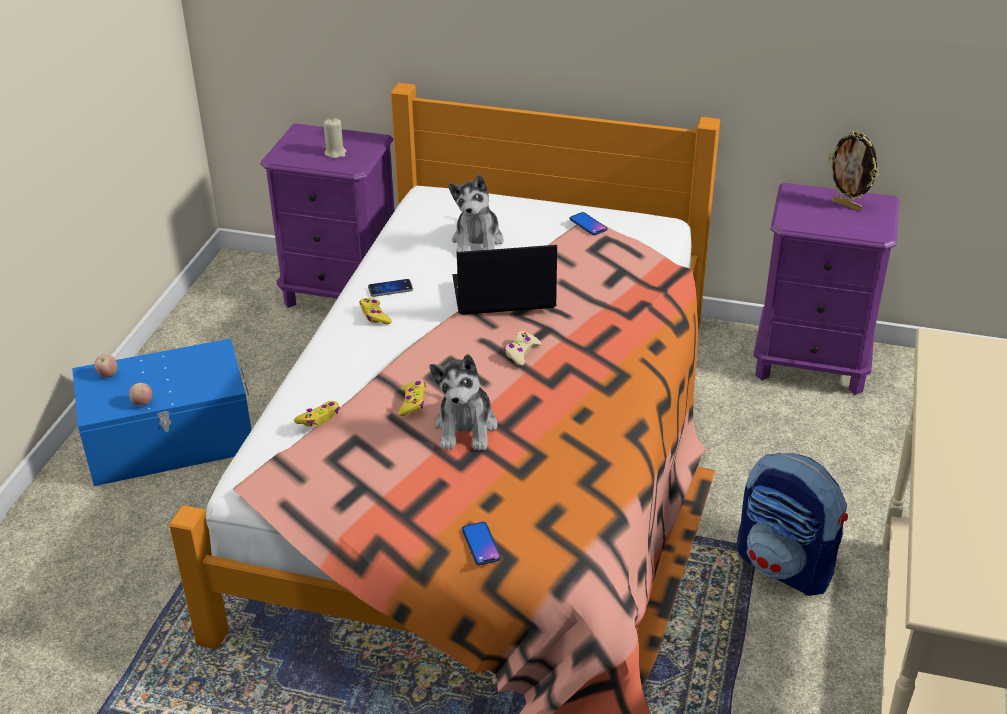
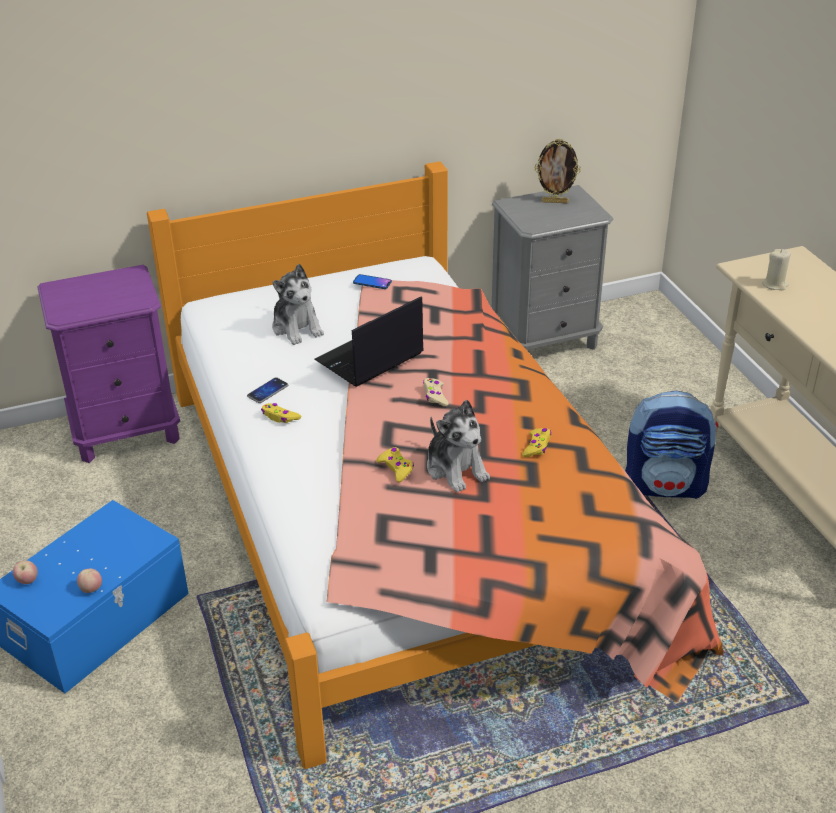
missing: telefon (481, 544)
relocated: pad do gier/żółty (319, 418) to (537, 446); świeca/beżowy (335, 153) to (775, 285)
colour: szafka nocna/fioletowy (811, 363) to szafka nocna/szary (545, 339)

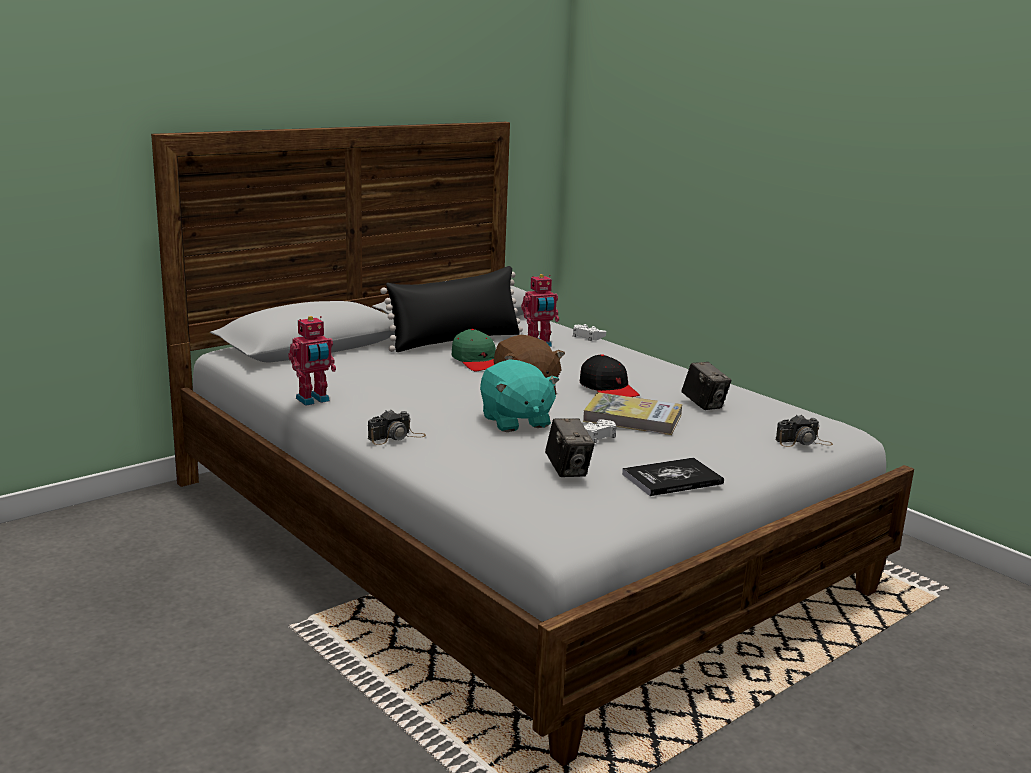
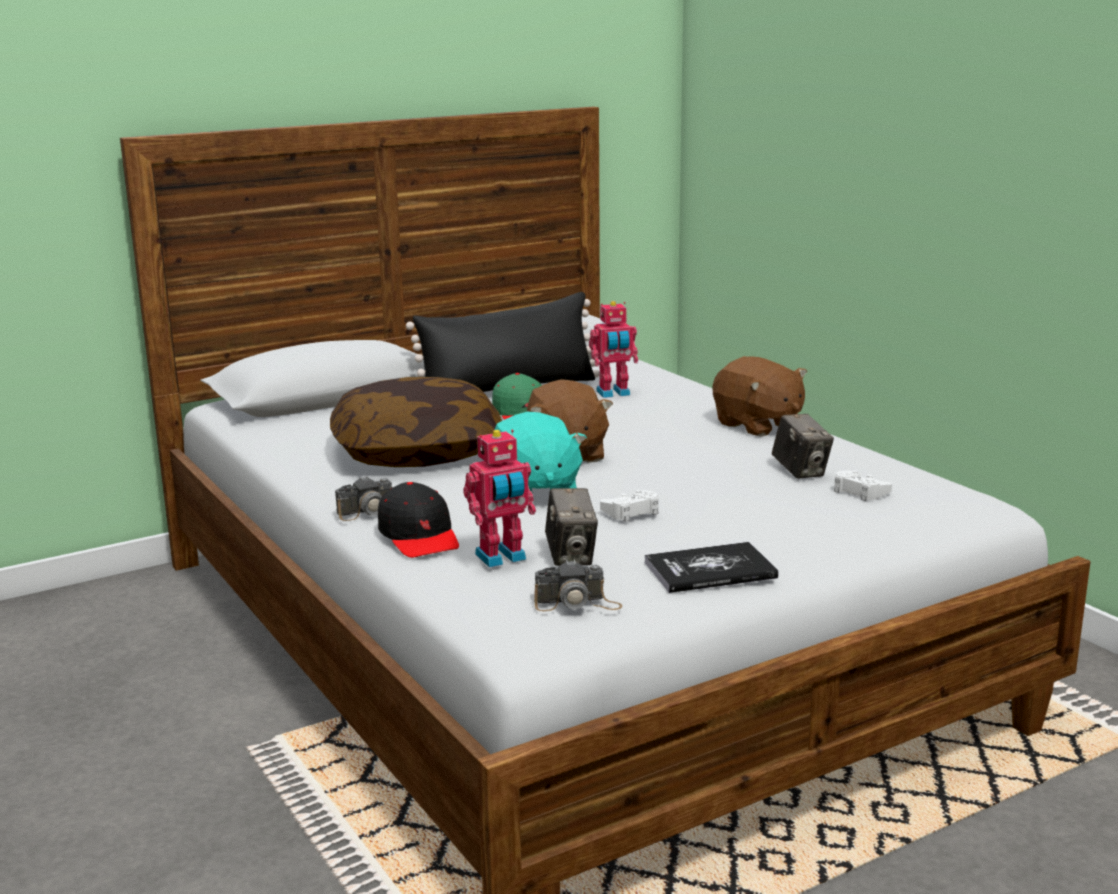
missing: książka (632, 418)
appeared: poduszka (417, 452); pluszak/brązowy (757, 425)
relocated: czapka z daszkiem/czarny (608, 389) to (419, 536); robot zabawkowy (313, 400) to (502, 558); aparat fotograficzny (803, 442) to (577, 603); pad do gier/biały (587, 336) to (859, 491)

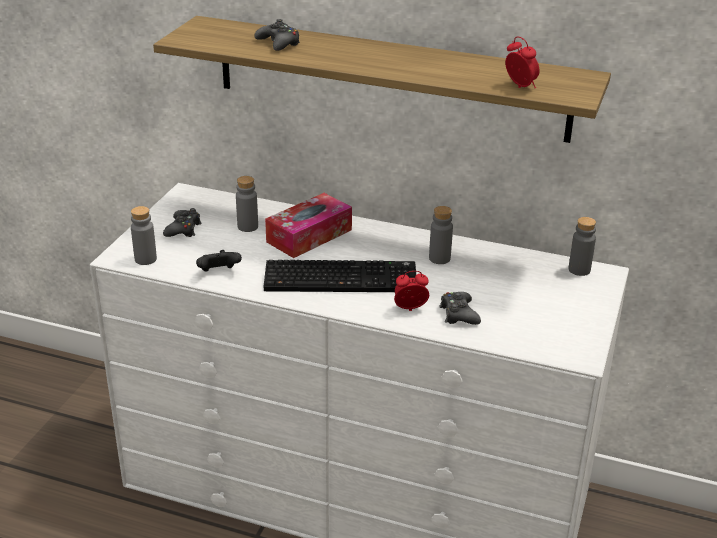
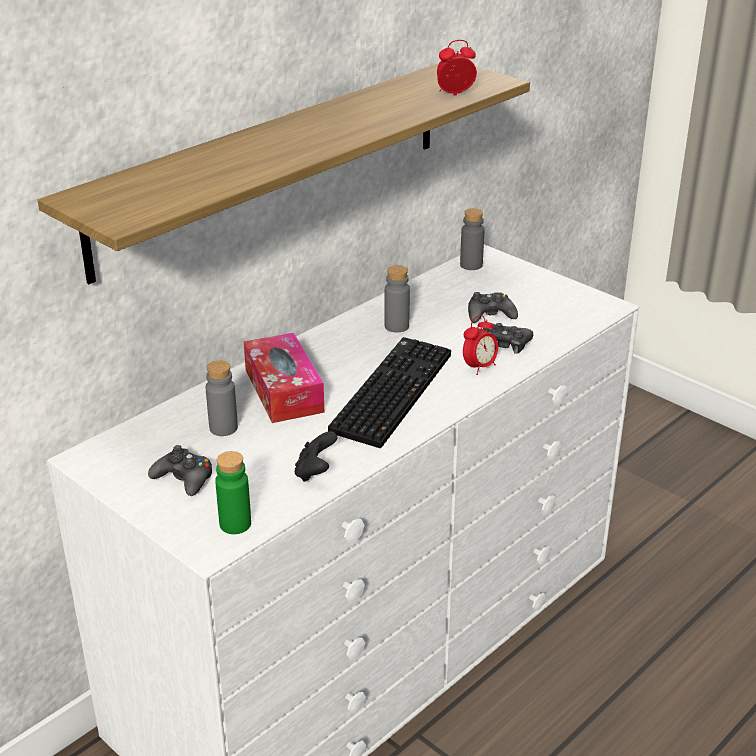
relocated: pad do gier/czarny (278, 43) to (490, 315)
colour: butelka/szary (145, 259) to butelka/zielony (235, 524)
spun: budzik (410, 309) = (479, 367) 150 degrees counterclockwise

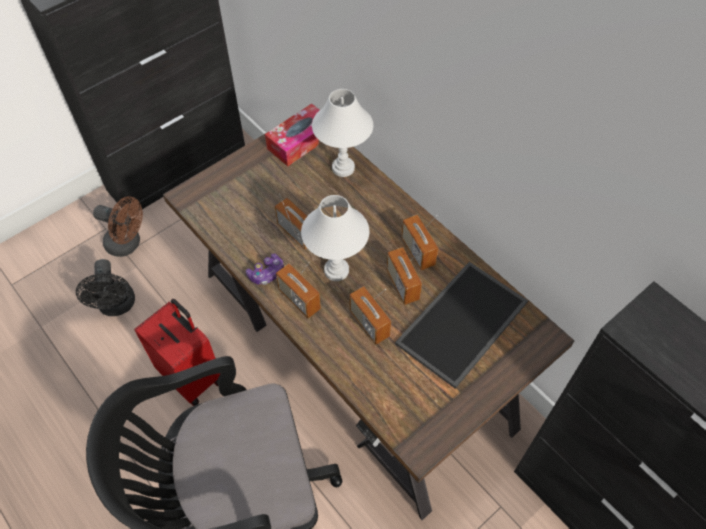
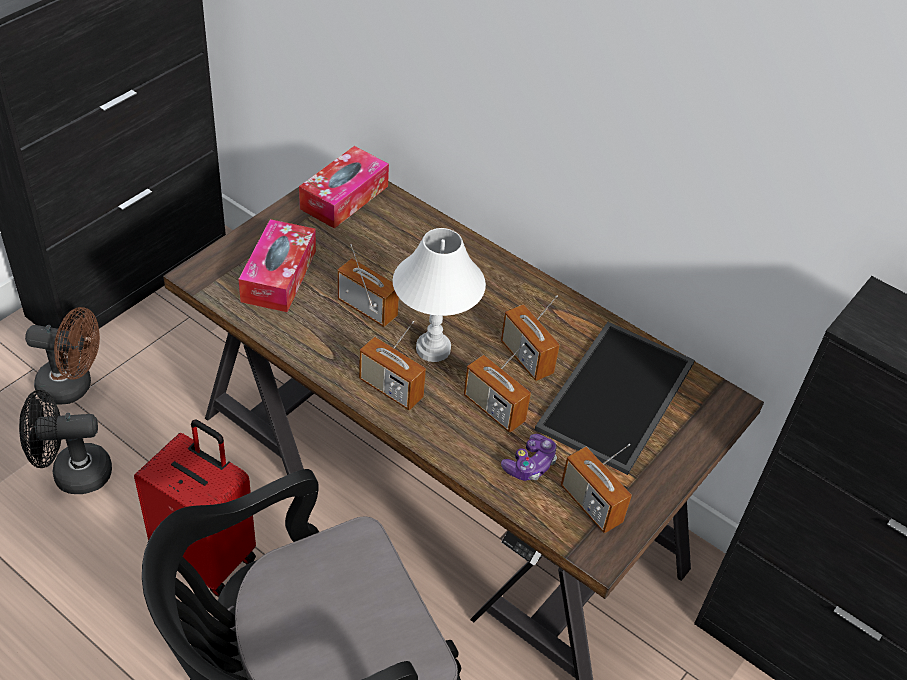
missing: lampa stołowa/biały (343, 168)
appeared: pudełko chusteczek (279, 276)
relocated: pad do gier (267, 273) to (530, 464); radio (417, 251) to (591, 504)
spun: wentylator/czarny (117, 306) = (72, 473) 105 degrees clockwise

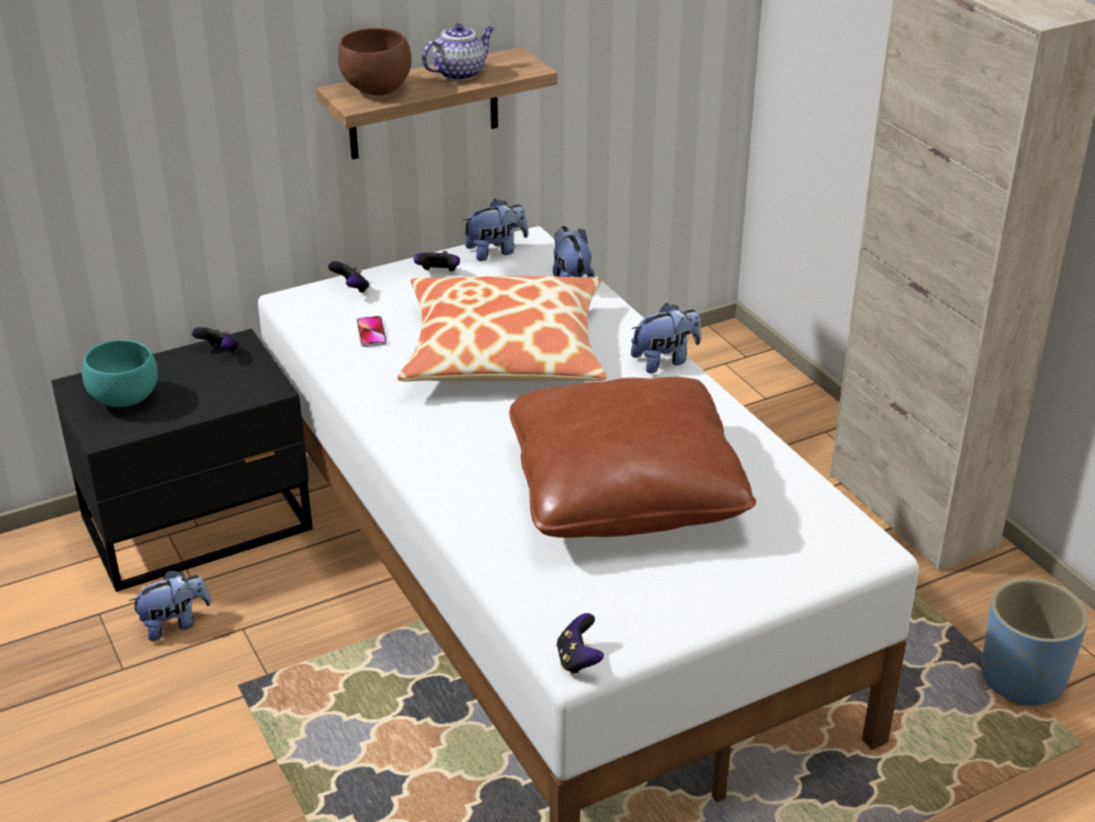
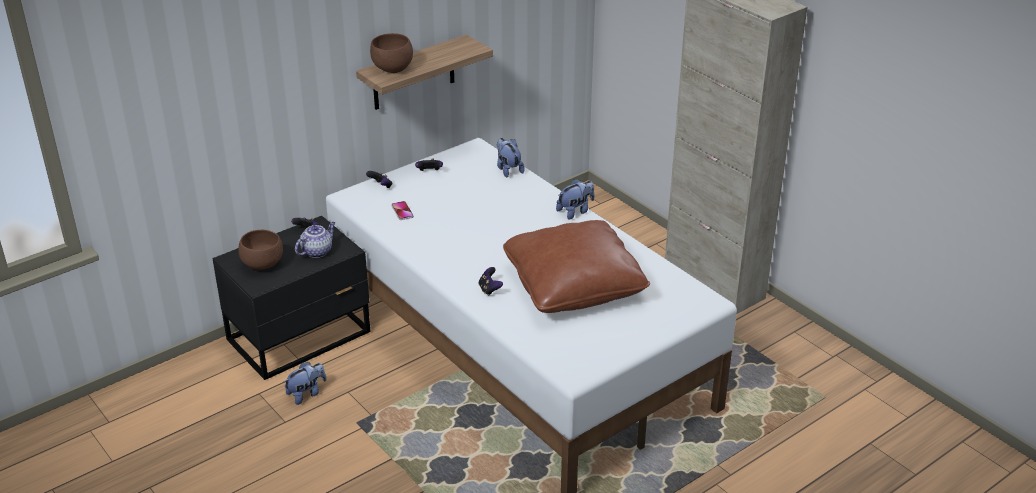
missing: poduszka (504, 352); pluszak (496, 251); donica/niebieski (1021, 678)
relocated: imbryk (460, 73) to (317, 251); pad do gier (578, 660) to (489, 289)
colour: miska/turkusowy (126, 399) to miska/brązowy (263, 264)

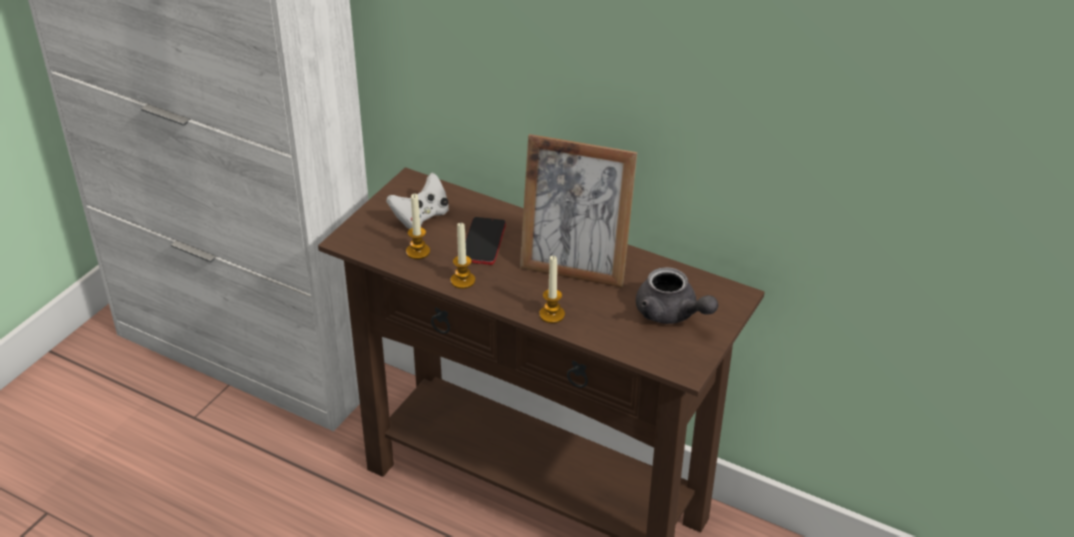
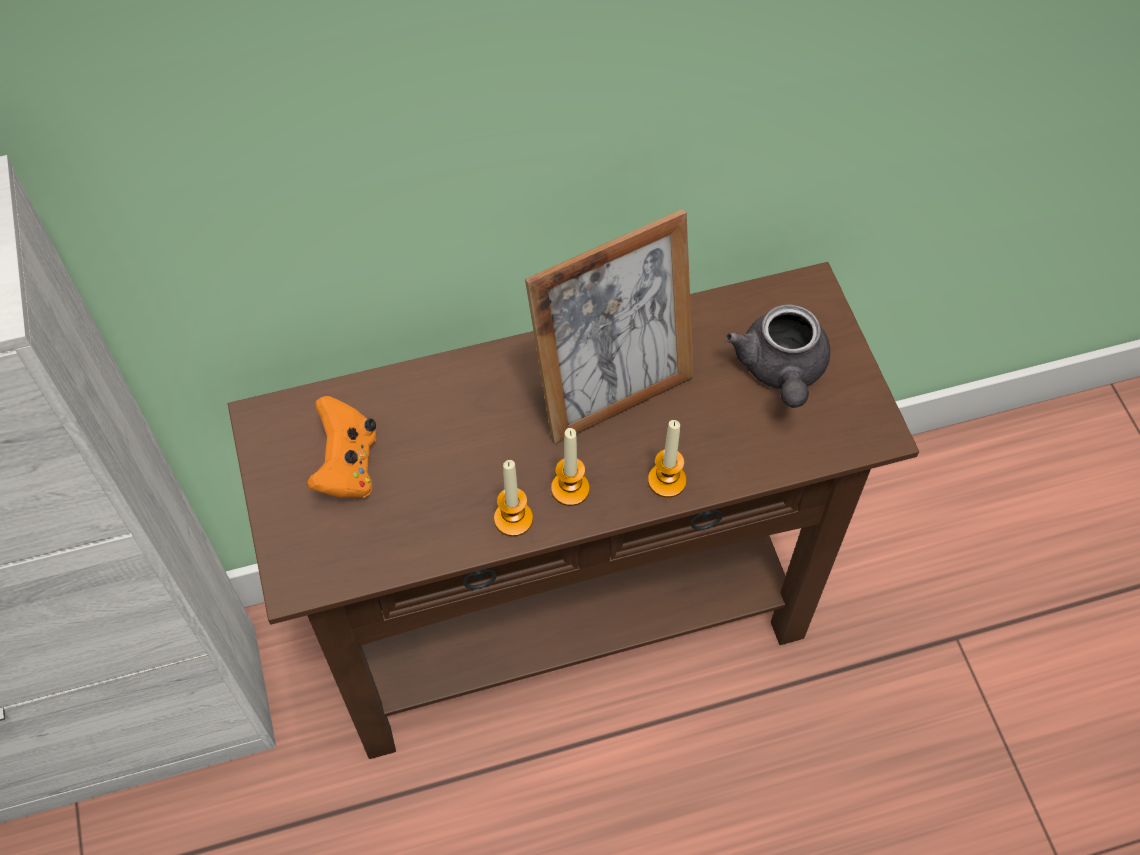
missing: telefon (483, 242)
relocated: świeca (418, 252) to (570, 489)
colour: pad do gier/biały (421, 217) to pad do gier/pomarańczowy (347, 466)
spun: imbryk/szary (671, 314) = (781, 371) 90 degrees clockwise

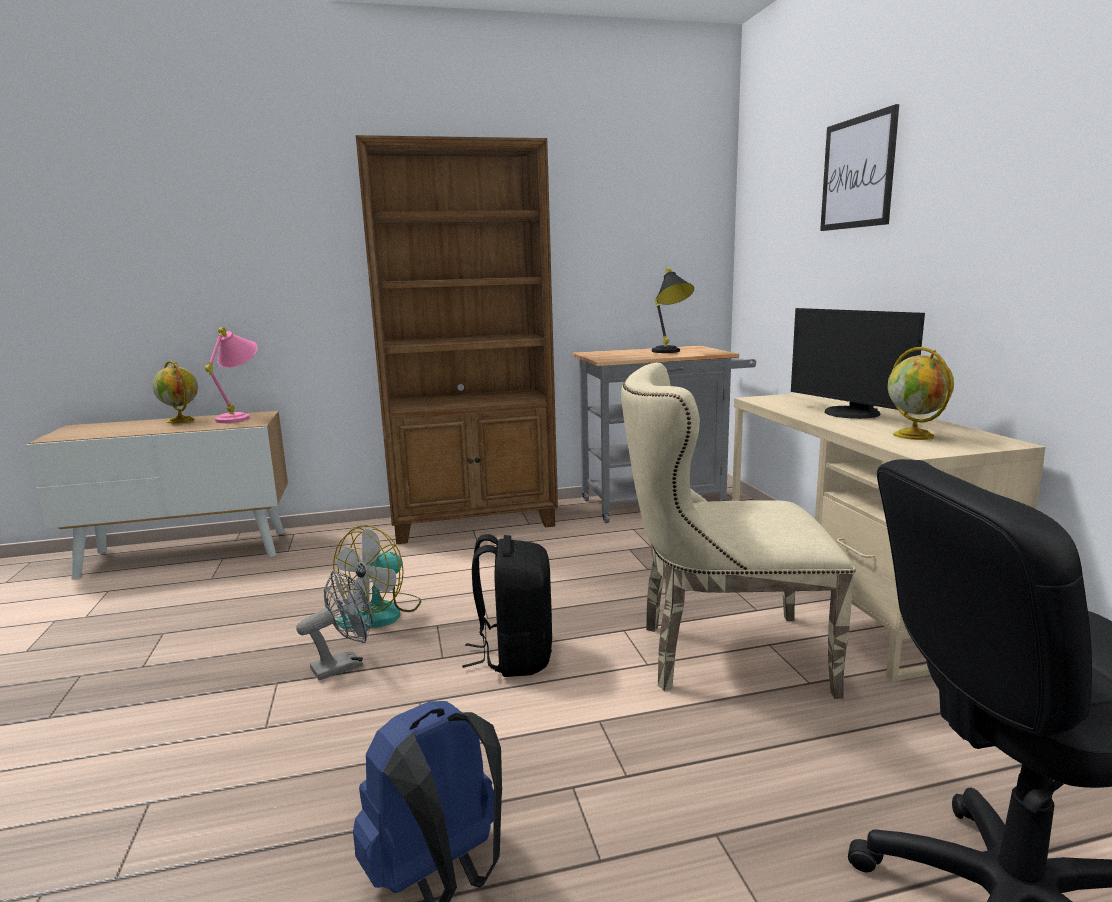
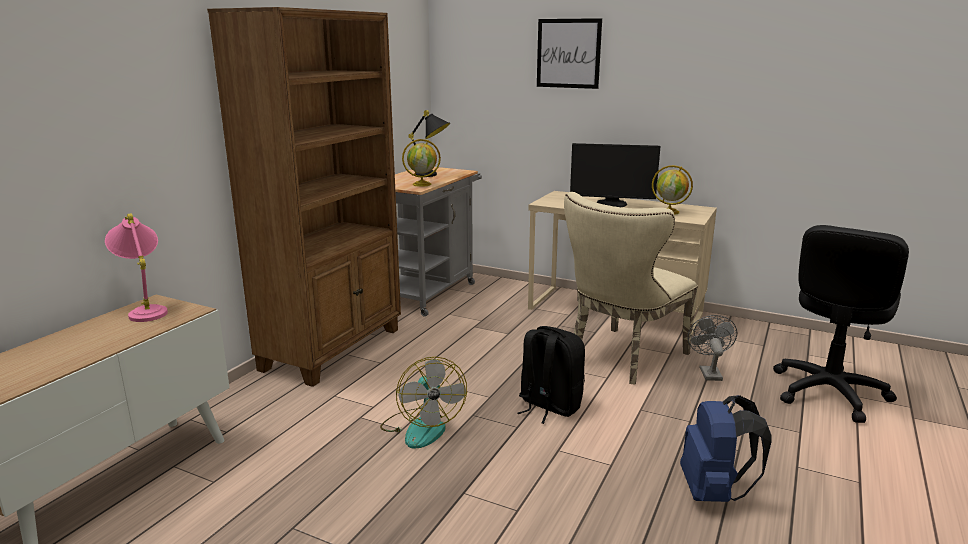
relocated: globus (181, 421) to (422, 184); wentylator/szary (344, 664) to (708, 372)

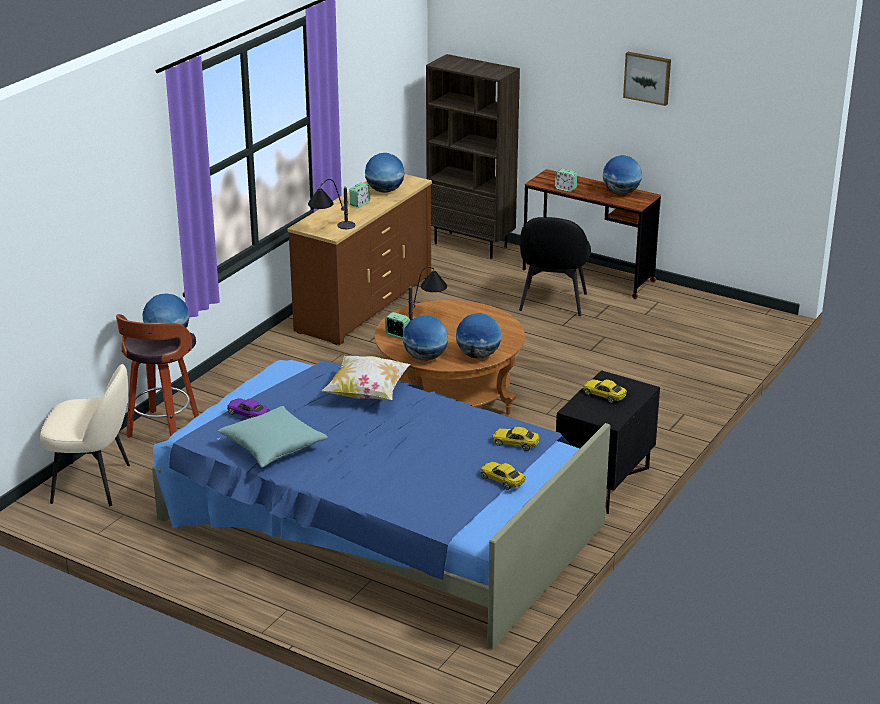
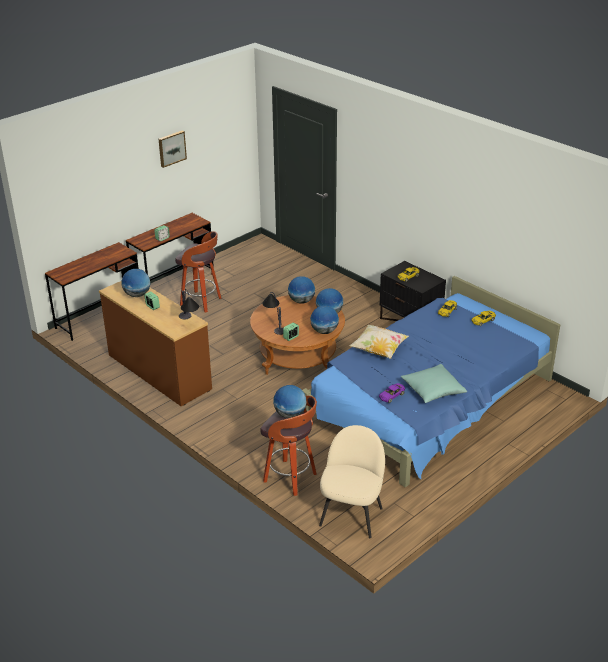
relocated: globus (621, 193) to (301, 301)
exchanged: regał/brązowy (471, 245) to biurko/brązowy (99, 317); krzesło/czarny (552, 303) to stołek (202, 302)

